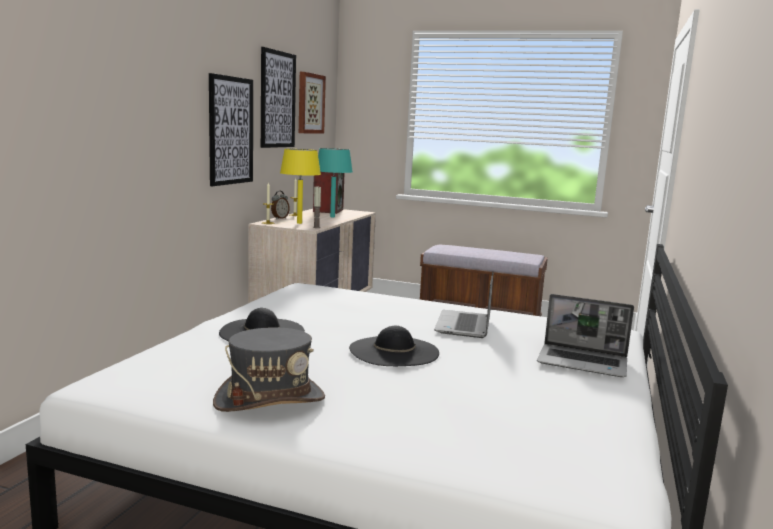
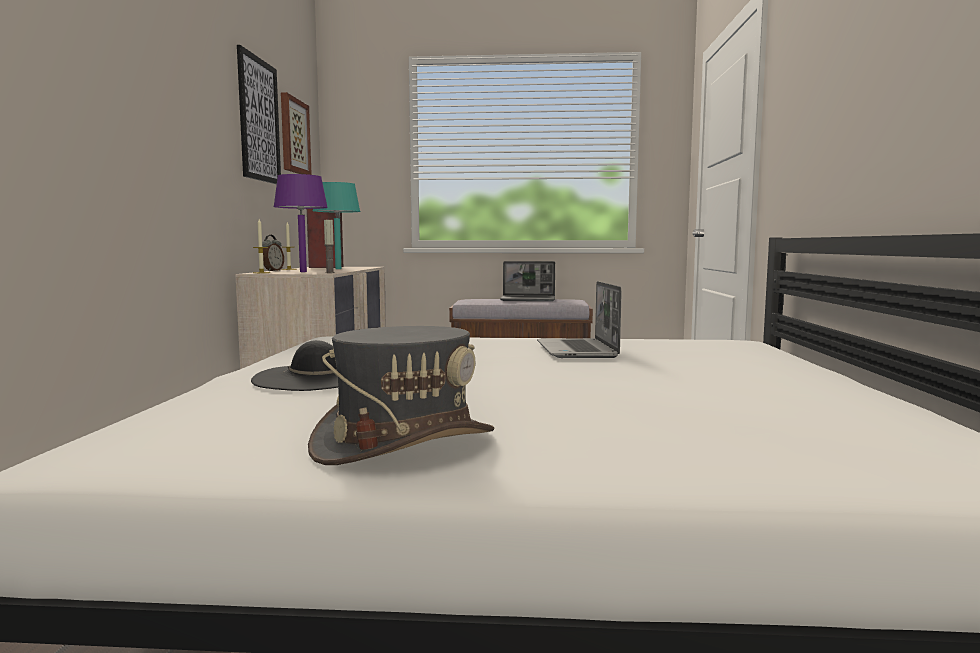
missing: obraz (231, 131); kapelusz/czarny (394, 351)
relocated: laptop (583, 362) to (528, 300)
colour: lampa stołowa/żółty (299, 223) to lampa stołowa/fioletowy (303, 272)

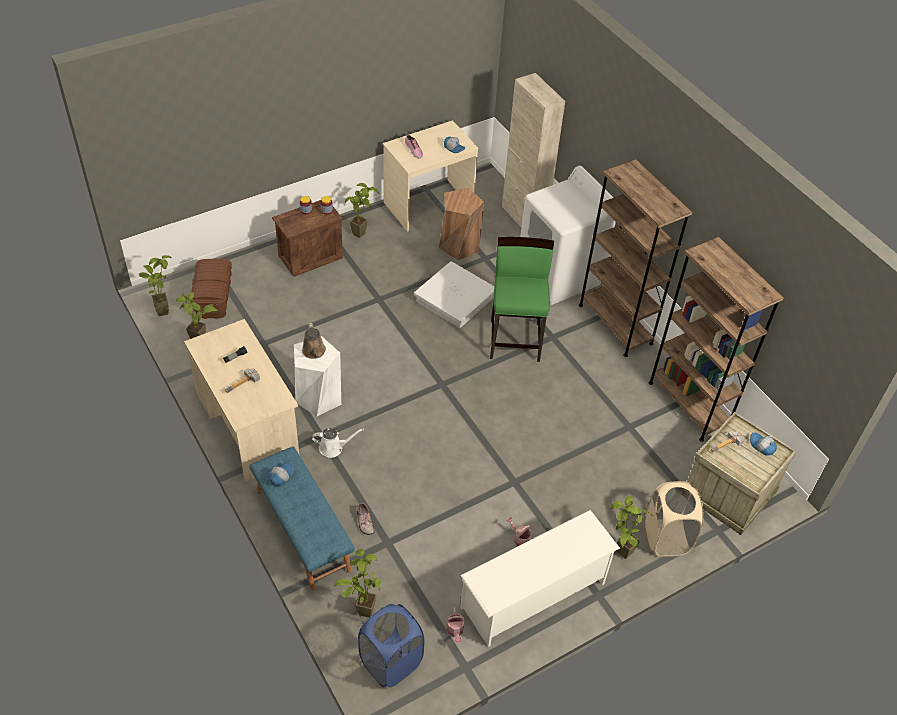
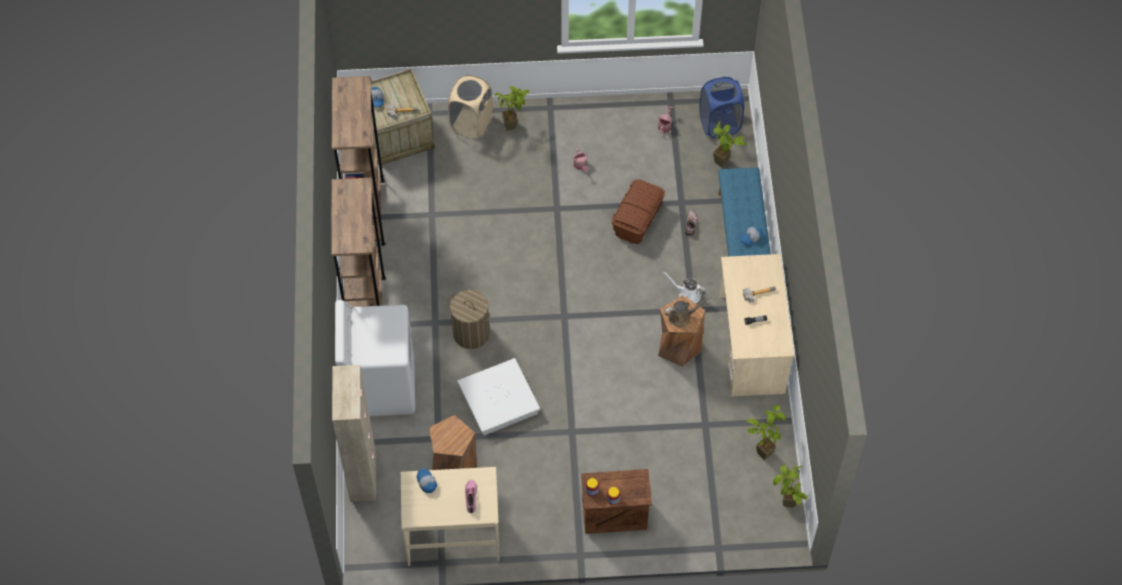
missing: roślina doniczkowa (363, 232); regał na buty/biały (533, 595)
relocated: pojemnik do przechowywania/brązowy (214, 298) to (637, 219)
exchanged: stołek/zielony (515, 340) to kosz na pranie (471, 333)
colour: stołek/biały (318, 397) to stołek/brązowy (678, 347)
spun: konewka/brązowy (314, 352) = (682, 317) 60 degrees clockwise

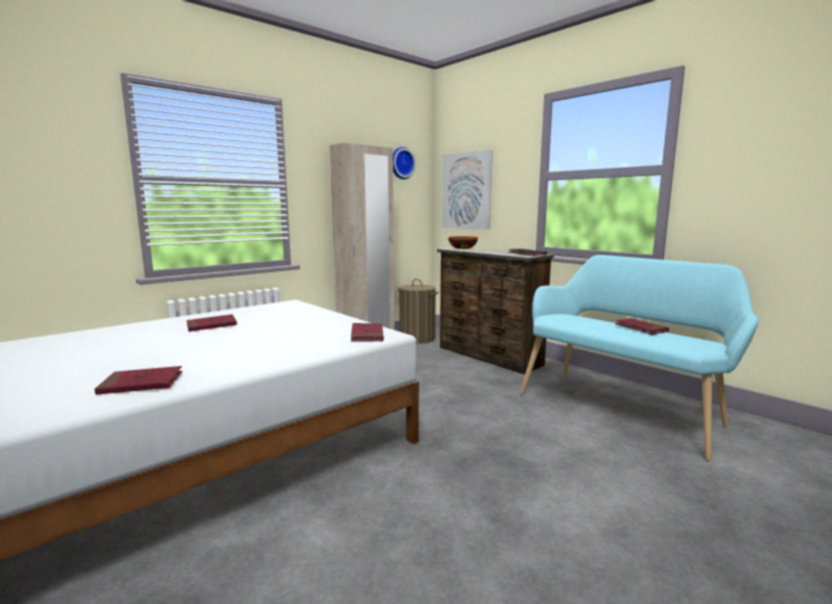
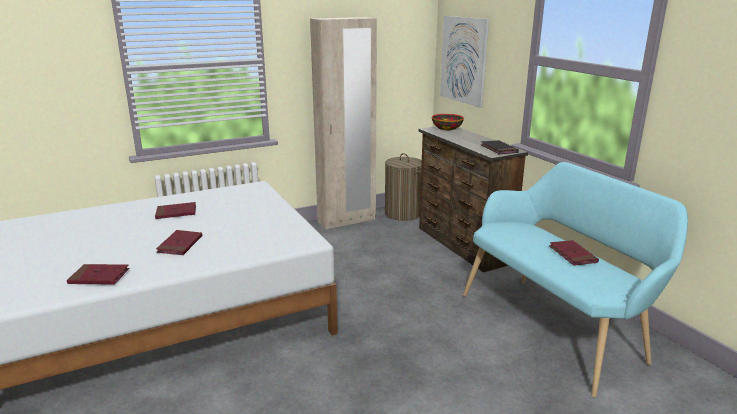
missing: zegar ścienny (401, 163)
relocated: książka/czerwony (367, 335) to (180, 245)

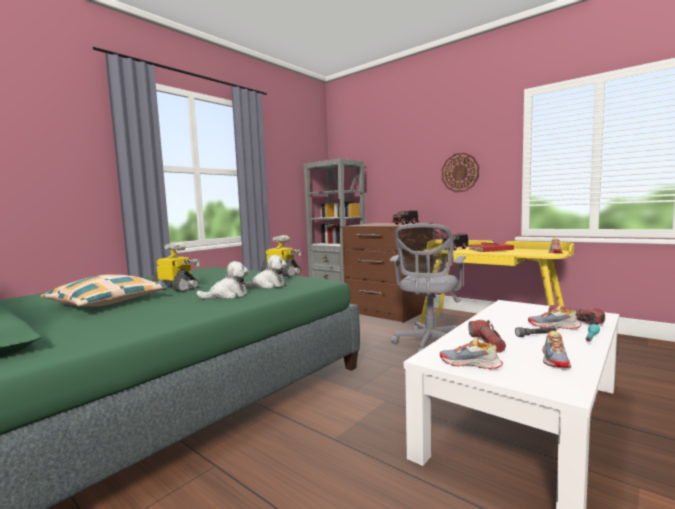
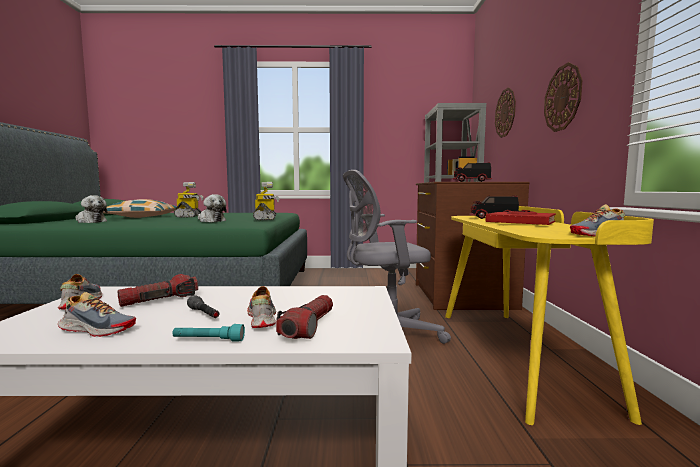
appeared: zegar ścienny (505, 113)
relocated: pluszak (227, 295) to (90, 221)
spun: but (555, 359) = (97, 329) 150 degrees counterclockwise

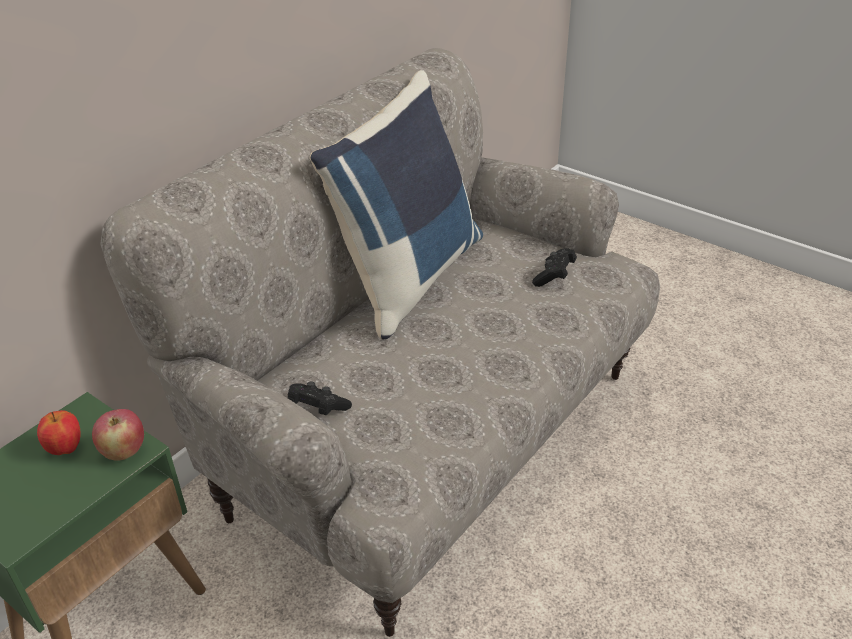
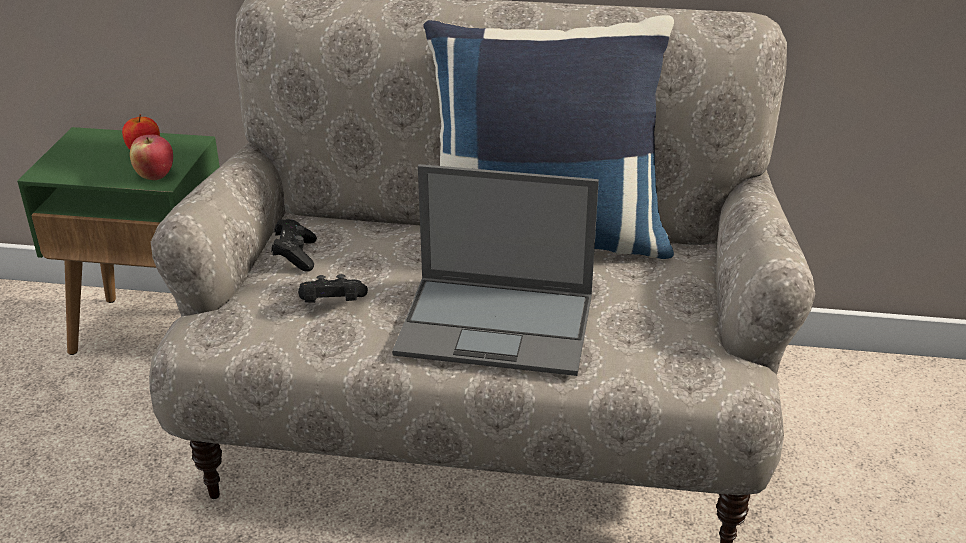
appeared: laptop (498, 324)
relocated: pad do gier/czarny (554, 276) to (332, 304)

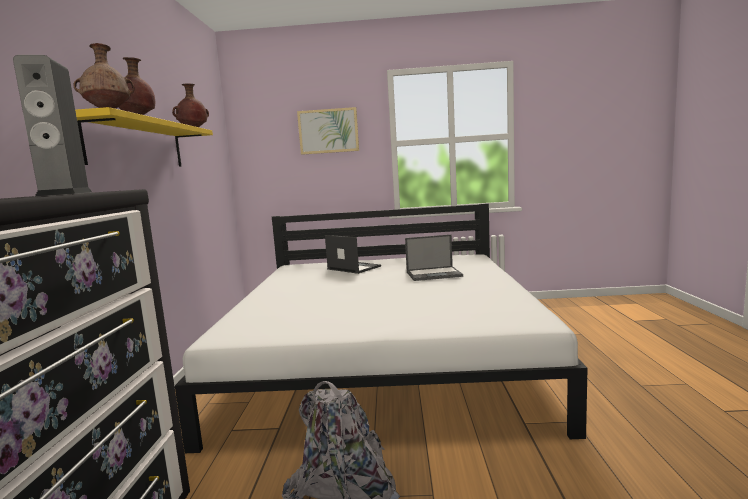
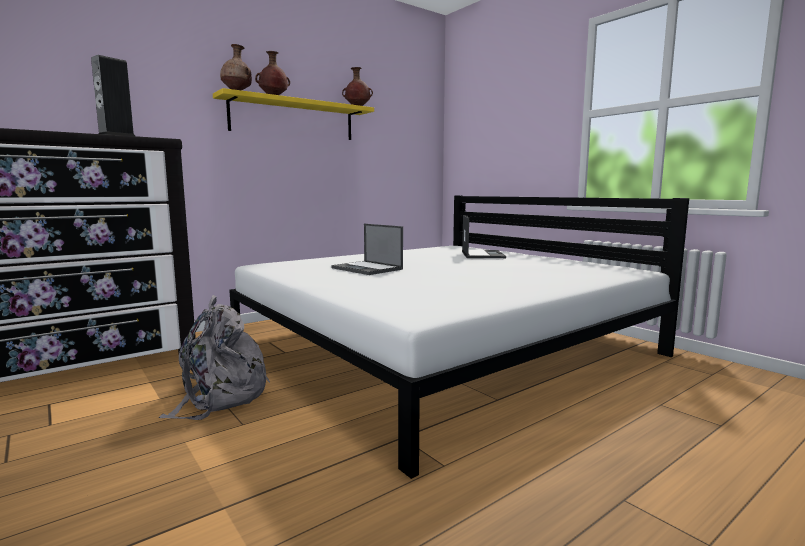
missing: obraz (328, 131)
relocated: laptop (434, 274) to (368, 269)

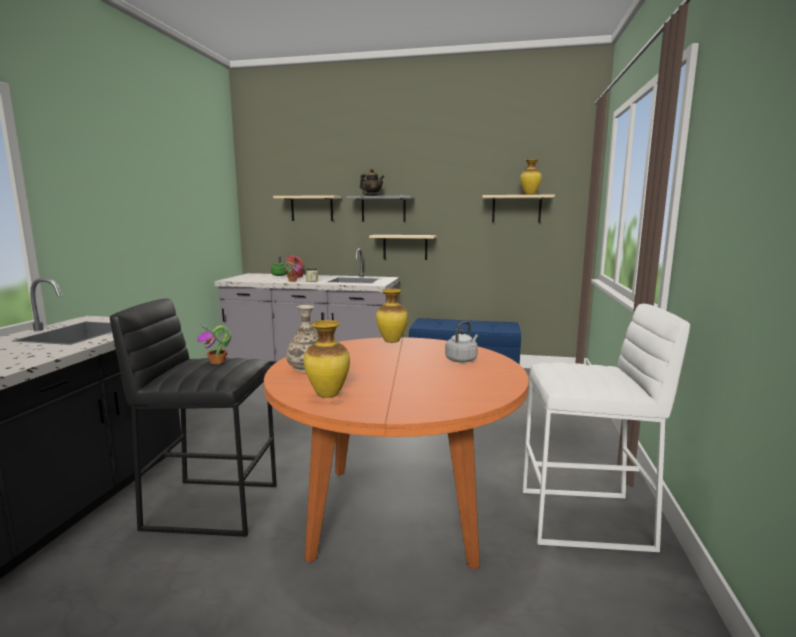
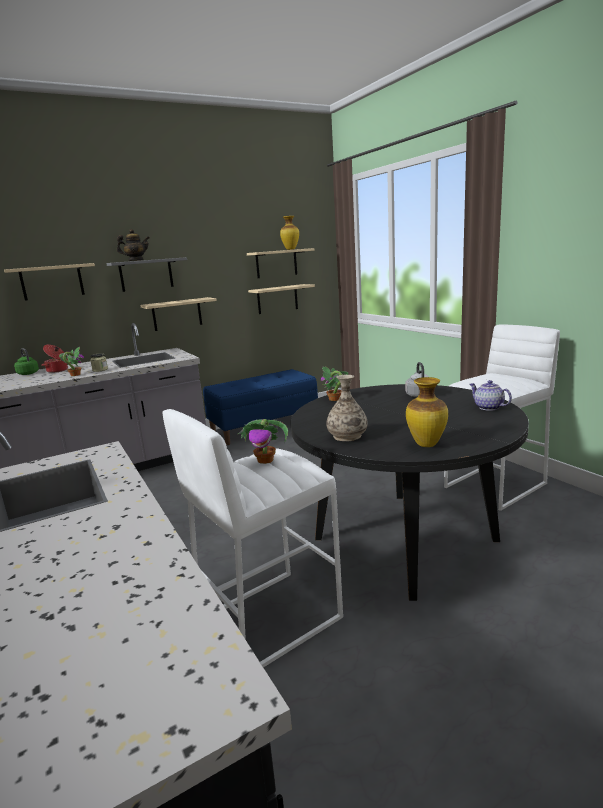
appeared: półka/beżowy (277, 299); imbryk (488, 407)
exchanged: wazon (391, 341) to roślina doniczkowa (334, 399)
colour: stołek/czarny (212, 505) to stołek/biały (267, 619); stół jadalny/pomarańczowy (396, 512) to stół jadalny/czarny (405, 539)

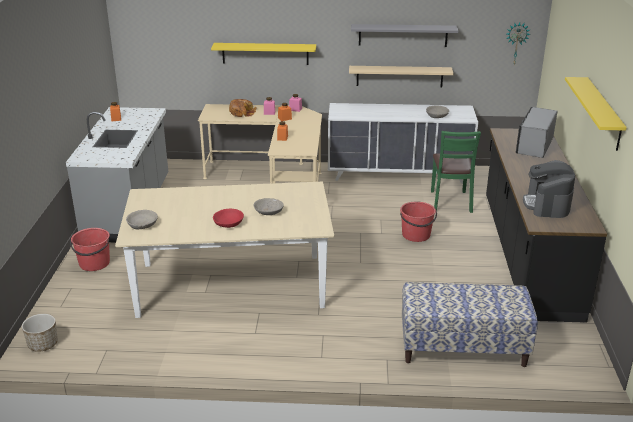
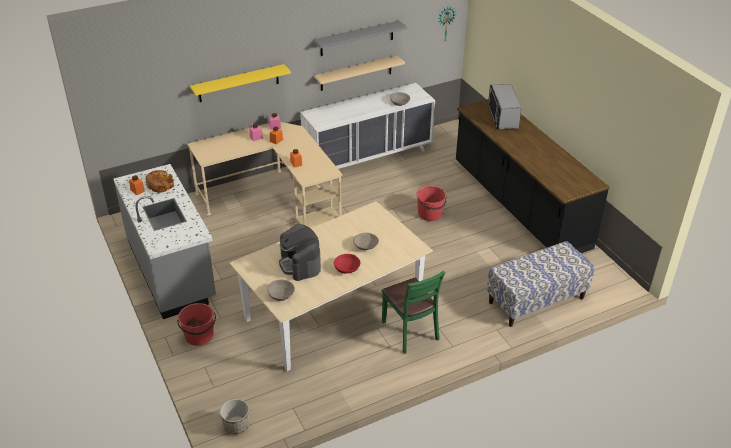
missing: półka/żółty (603, 113)
relocated: chleb (242, 112) to (160, 185); ekspres do kawy (547, 204) to (300, 264); krzesło/zielony (450, 202) to (410, 331)

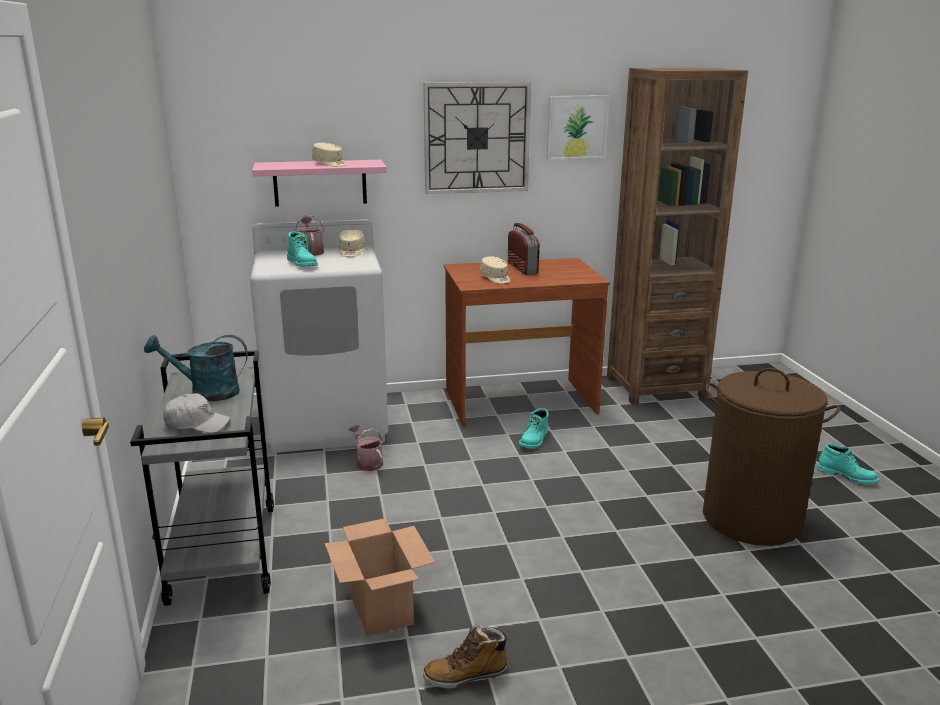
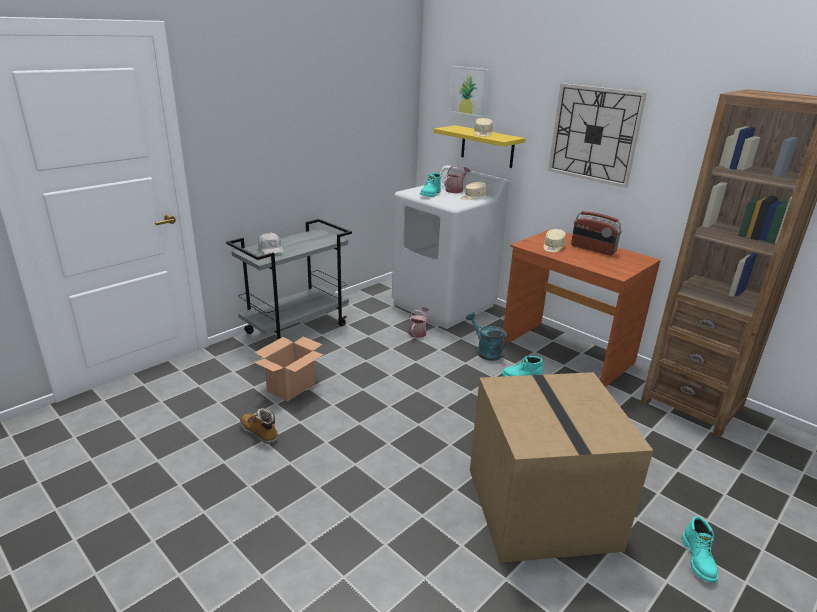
relocated: obraz (577, 127) to (469, 91); konewka/turkusowy (206, 392) to (485, 351)
exchanged: kosz na pranie/brązowy (752, 518) to karton (543, 509)
colour: półka/różowy (320, 183) to półka/żółty (487, 146)
spun: radio (523, 268) = (592, 249) 90 degrees clockwise

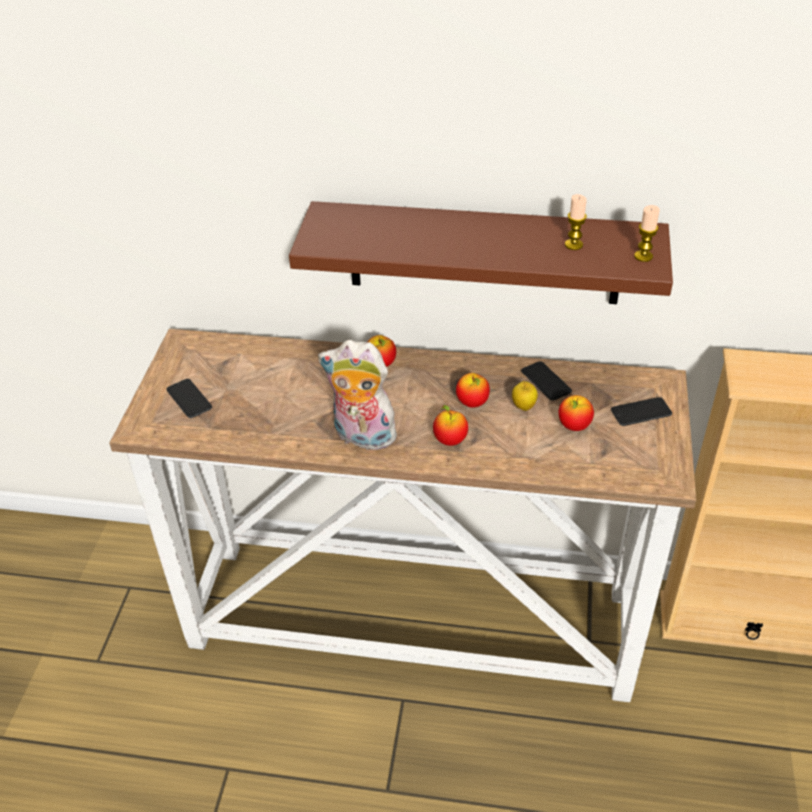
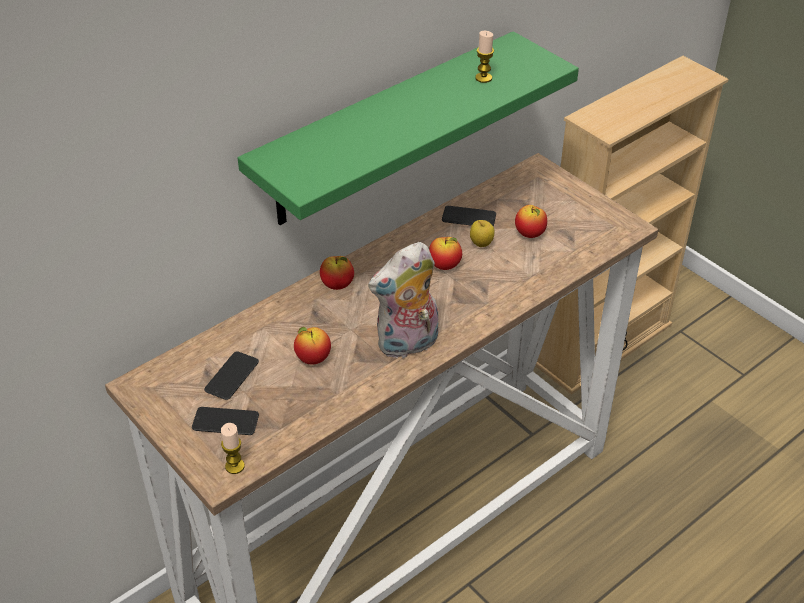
relocated: telefon (641, 412) to (232, 376); świeca (643, 256) to (235, 466); jabłko (450, 440) to (313, 359)
colour: półka/brązowy (484, 253) to półka/zielony (385, 130)

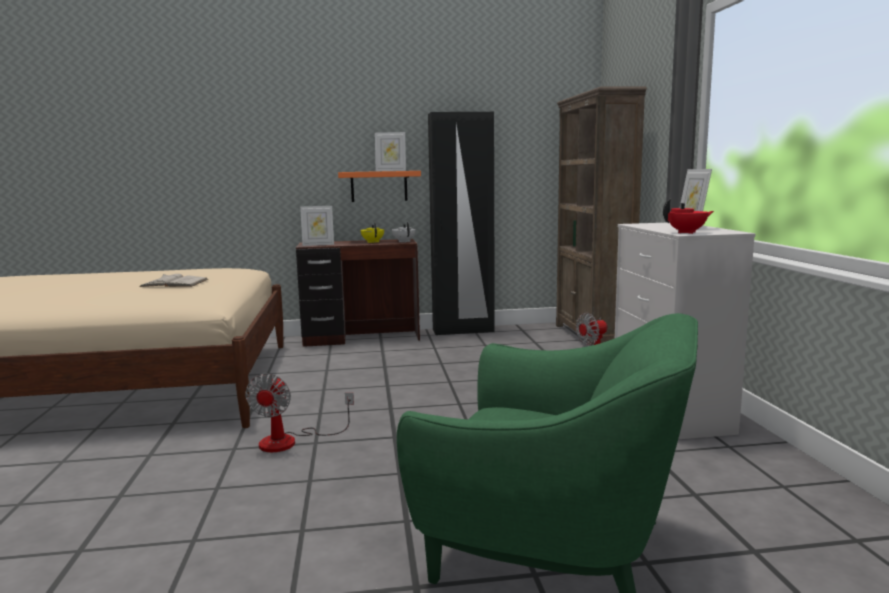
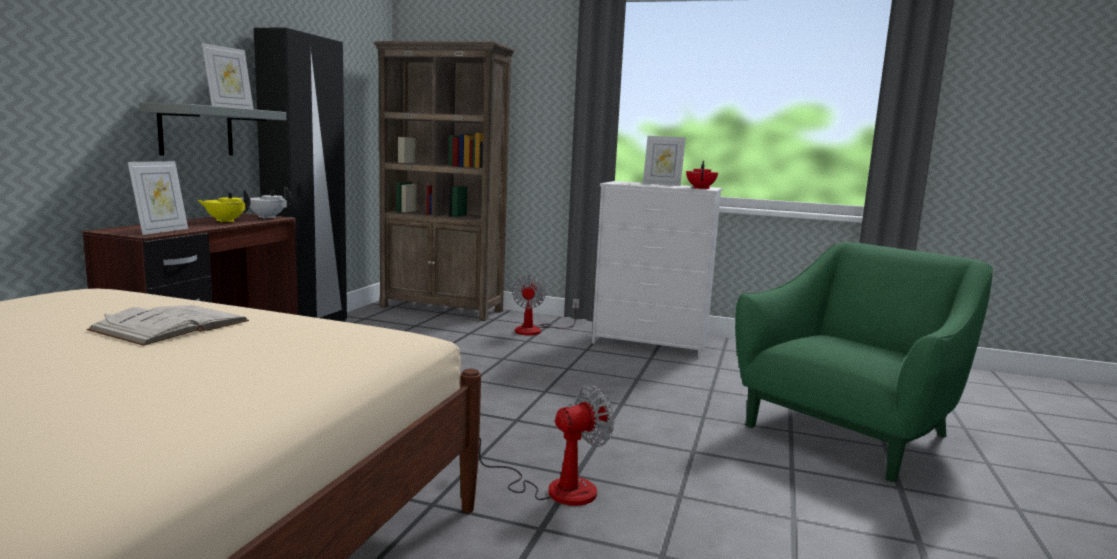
colour: półka/pomarańczowy (379, 186) to półka/szary (196, 131)
spun: wentylator (290, 441) = (554, 488) 60 degrees counterclockwise

